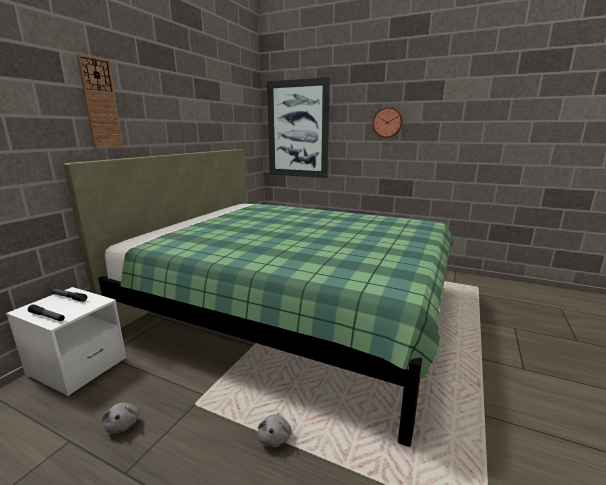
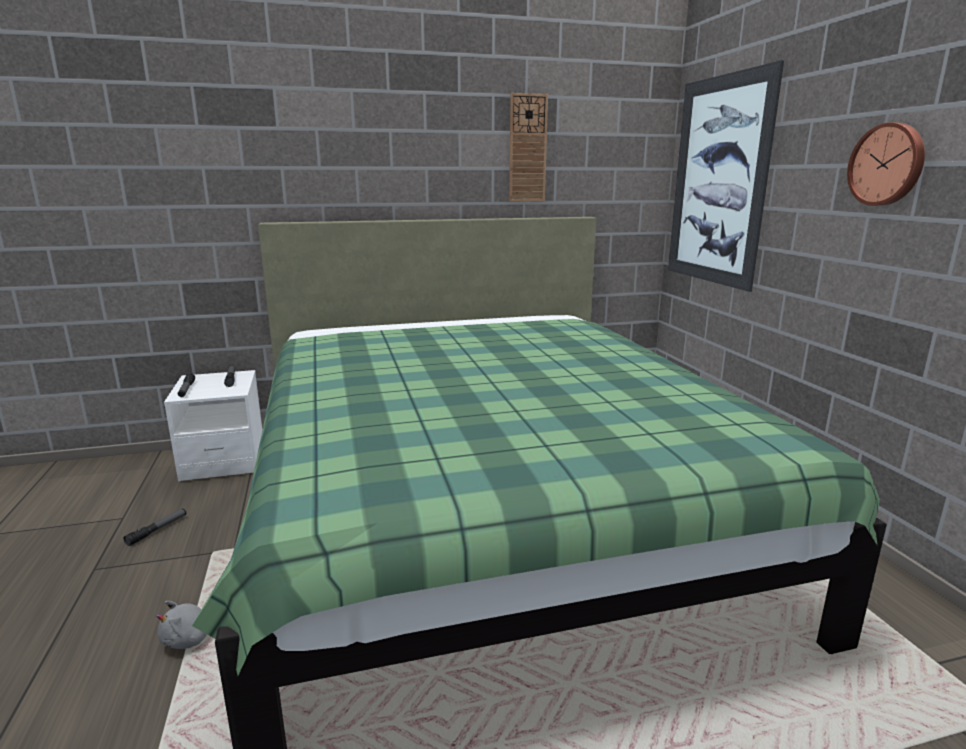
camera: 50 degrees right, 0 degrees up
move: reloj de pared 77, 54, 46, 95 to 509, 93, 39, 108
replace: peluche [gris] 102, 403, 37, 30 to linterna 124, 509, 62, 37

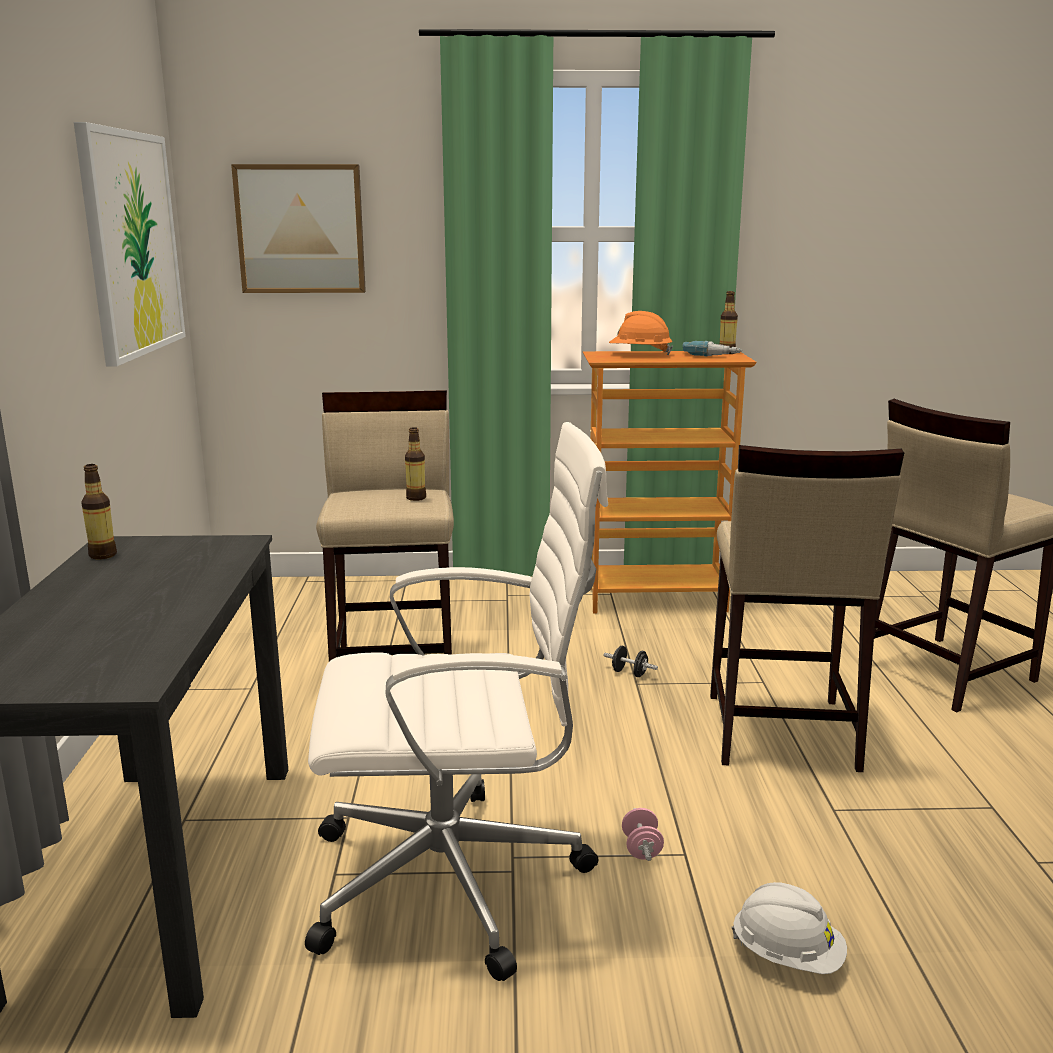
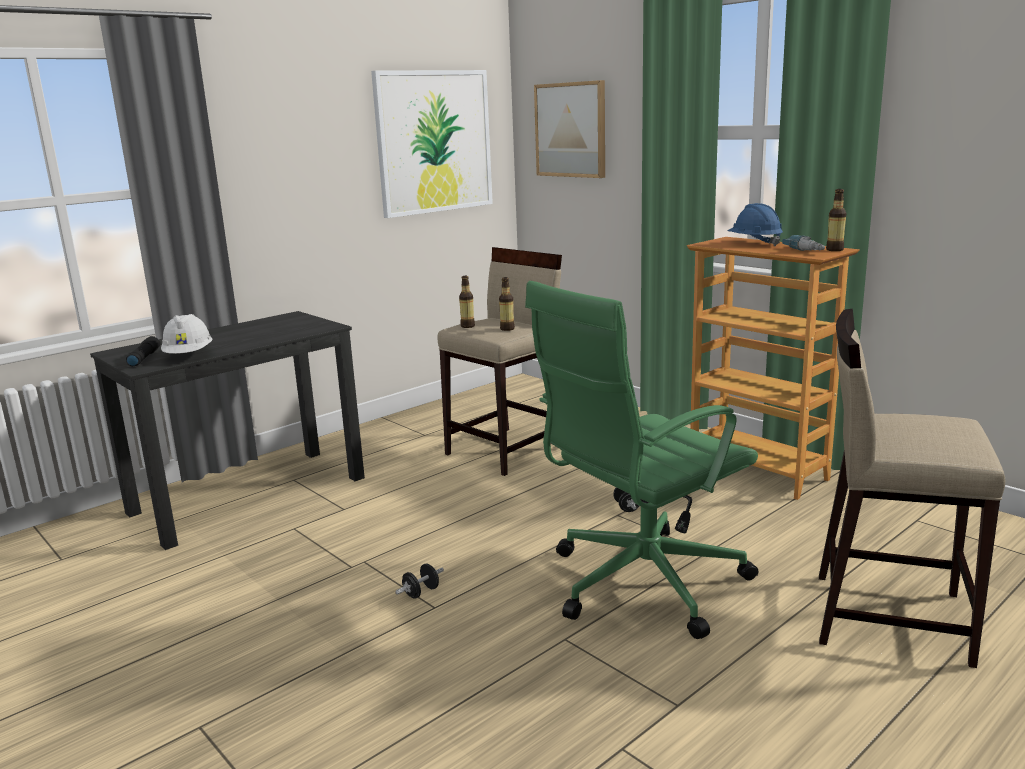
camera: 50 degrees right, 0 degrees up
delete: silla de oficina [blanco] 305, 422, 303, 559
insert: linterna [negro] 126, 336, 35, 30
move: botella 81, 464, 36, 95 to 459, 276, 16, 52; casco [blanco] 731, 882, 116, 92 to 161, 314, 51, 40
replace: taburete [beis] 710, 445, 194, 327 to silla de oficina [verde] 525, 281, 233, 358
recolor: casco [naranja] 609, 311, 64, 44 to casco [azul] 728, 203, 55, 43; mancuerna [rosa] 622, 808, 42, 53 to mancuerna [negro] 395, 564, 49, 35

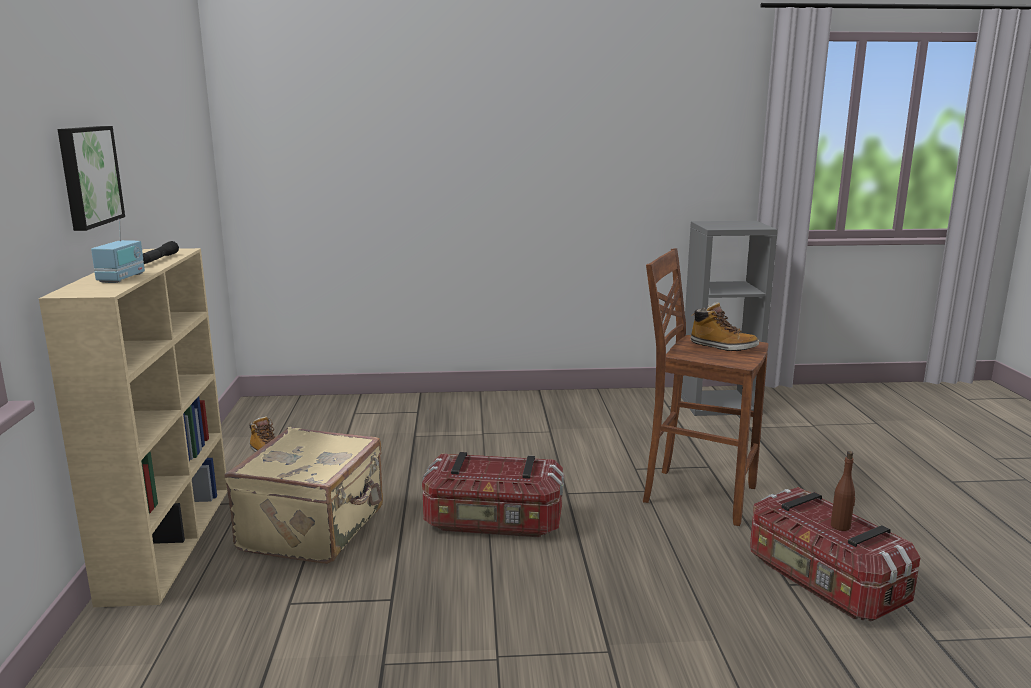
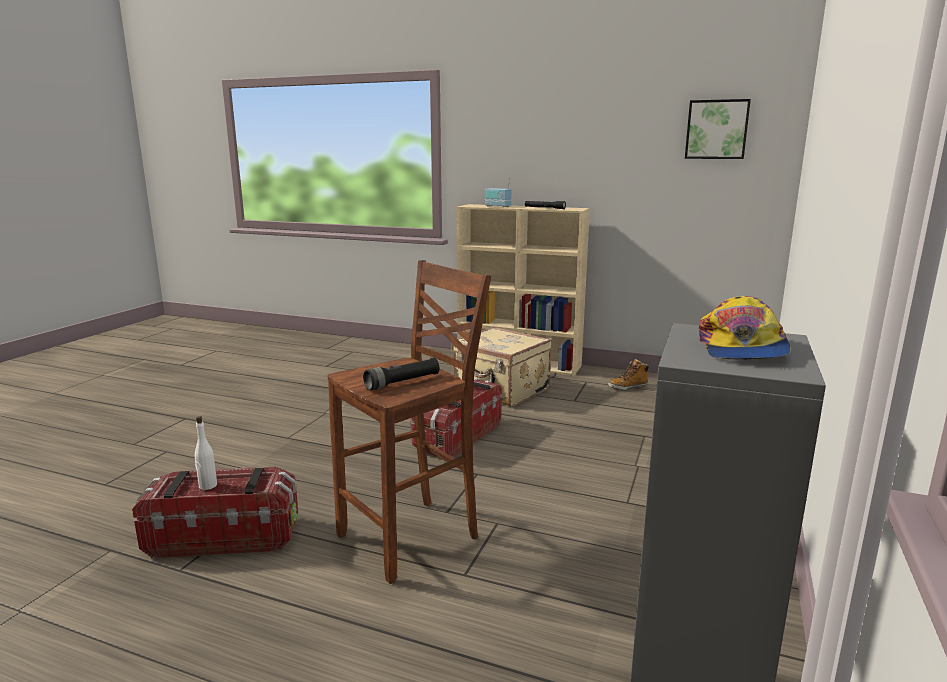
camera: 115 degrees right, 0 degrees up
insert: gorra 699, 296, 92, 64
move: cuadro 58, 126, 67, 105 to 685, 99, 66, 60
replace: bota 690, 302, 69, 49 to linterna [negro] 363, 357, 76, 33
recolor: botella [marrón] 831, 451, 24, 80 to botella [blanco] 195, 416, 22, 74

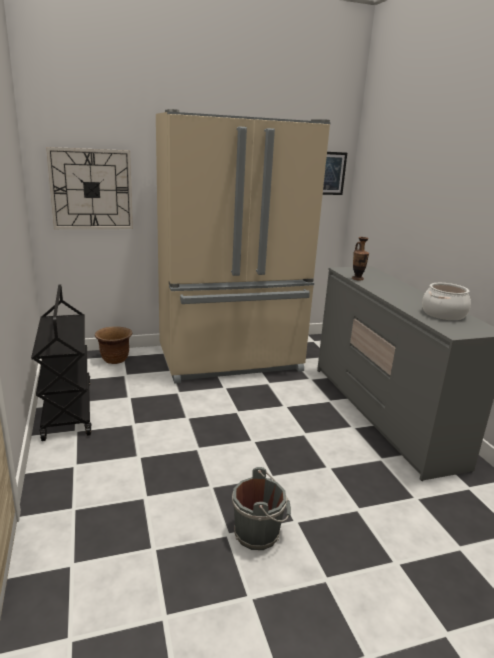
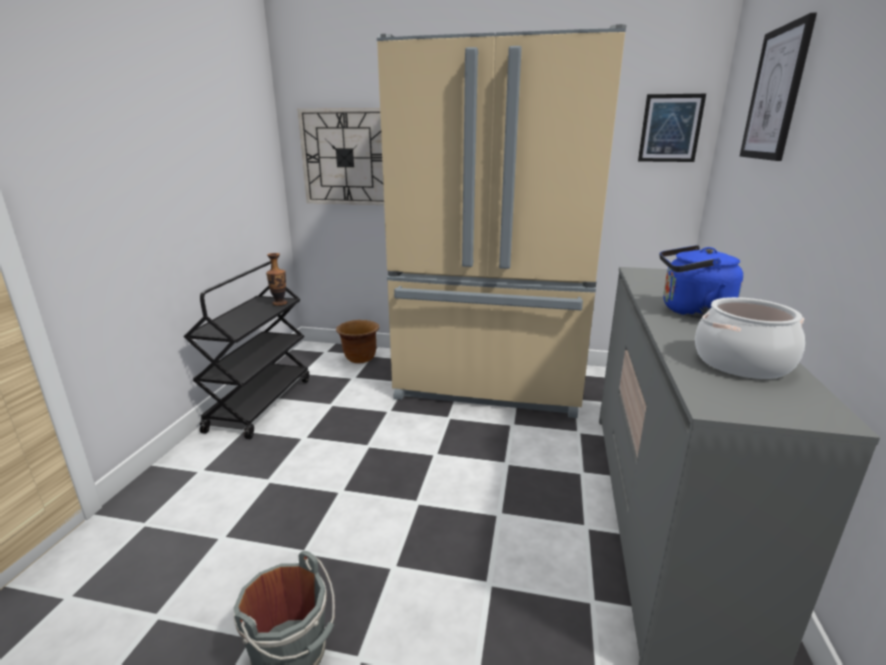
camera: 30 degrees right, 0 degrees up
insert: cuadro 740, 12, 77, 149; hervidor [azul] 660, 245, 83, 73
move: florero 352, 237, 17, 43 to 266, 253, 21, 52

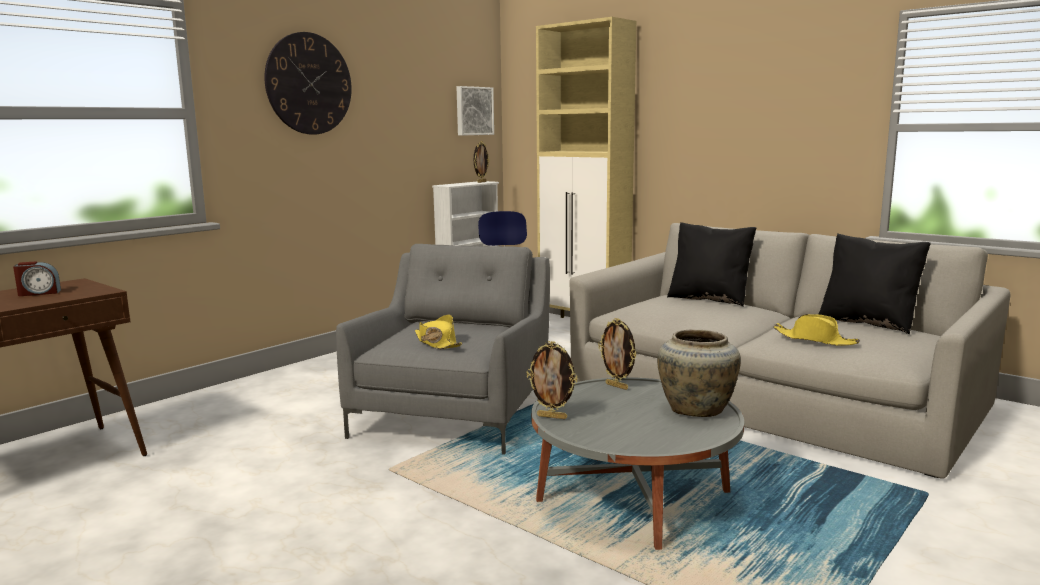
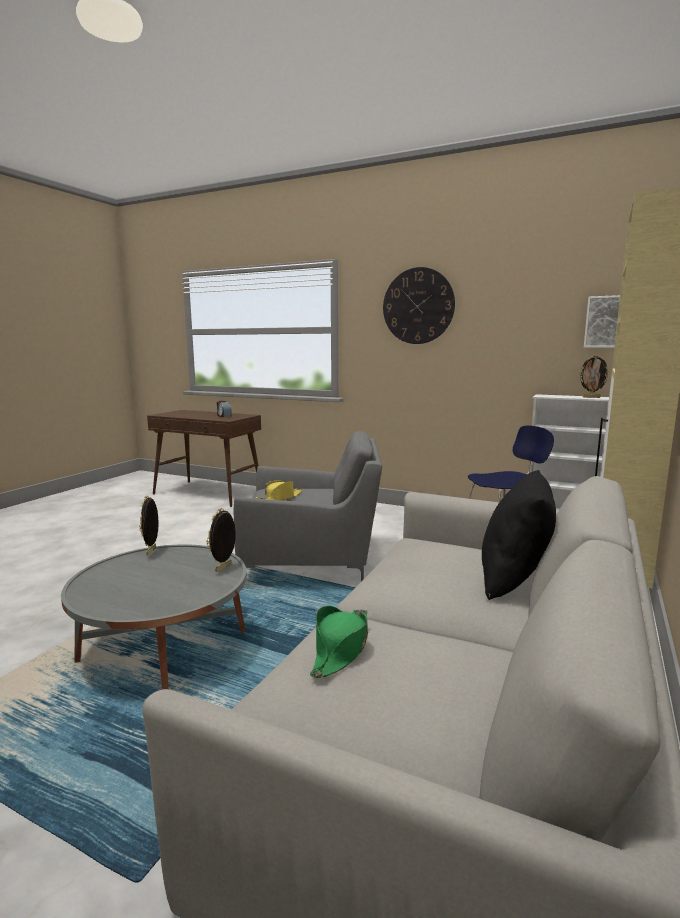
camera: 75 degrees right, 0 degrees up
delete: cojín [negro] 818, 233, 113, 101; florero [beis] 657, 330, 84, 87
recolor: sombrero [amarillo] 774, 314, 86, 32 to sombrero [verde] 310, 606, 58, 72

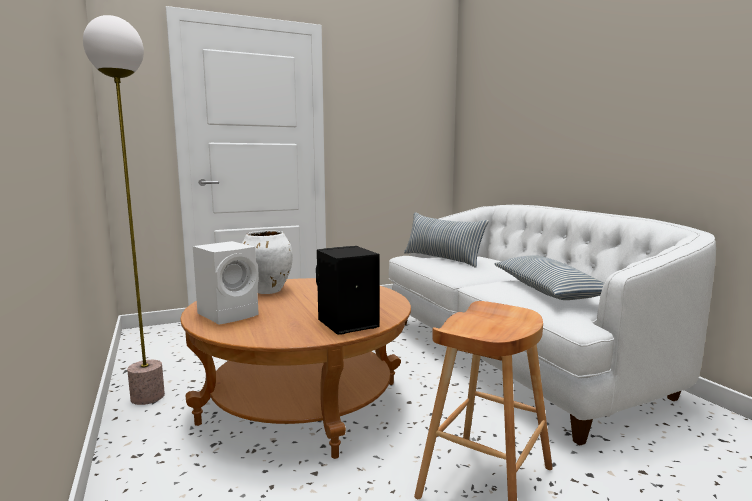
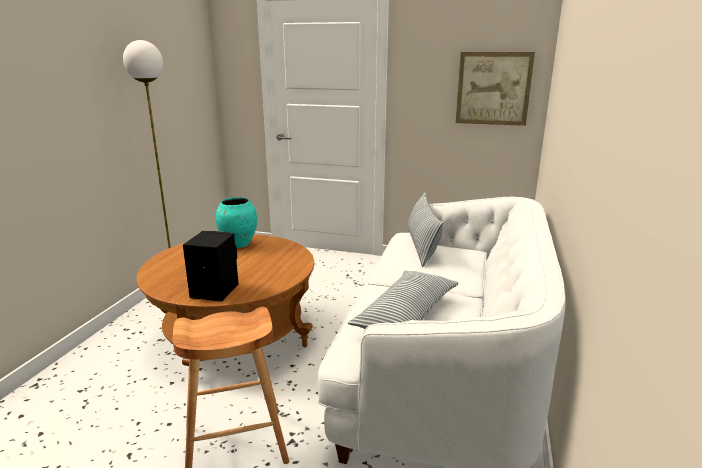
camera: 40 degrees right, 10 degrees up
delete: altavoz [blanco] 193, 241, 66, 84
insert: cuadro 456, 52, 79, 74
recolor: florero [blanco] 242, 230, 51, 64 to florero [turquesa] 216, 197, 41, 51

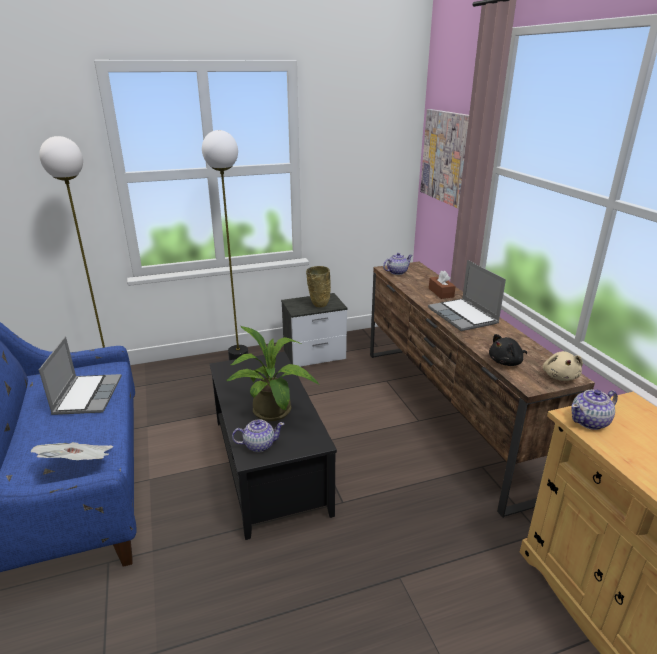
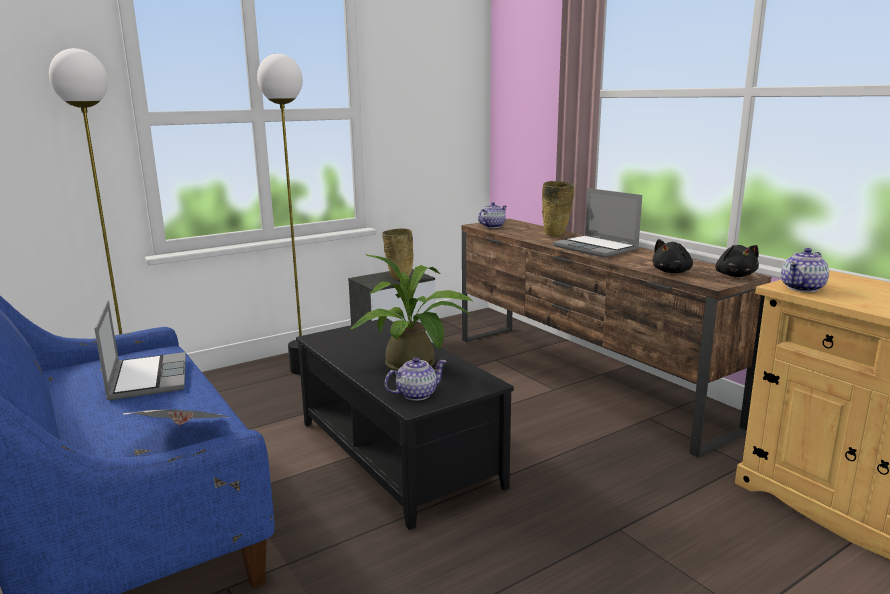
camera: 15 degrees left, 10 degrees down
delete: cuadro 420, 109, 49, 100
replace: caja de pañuelos [marrón] 429, 270, 27, 29 to florero [beis] 542, 181, 33, 56
recolor: peluche [beis] 543, 351, 40, 30 to peluche [negro] 715, 245, 44, 32

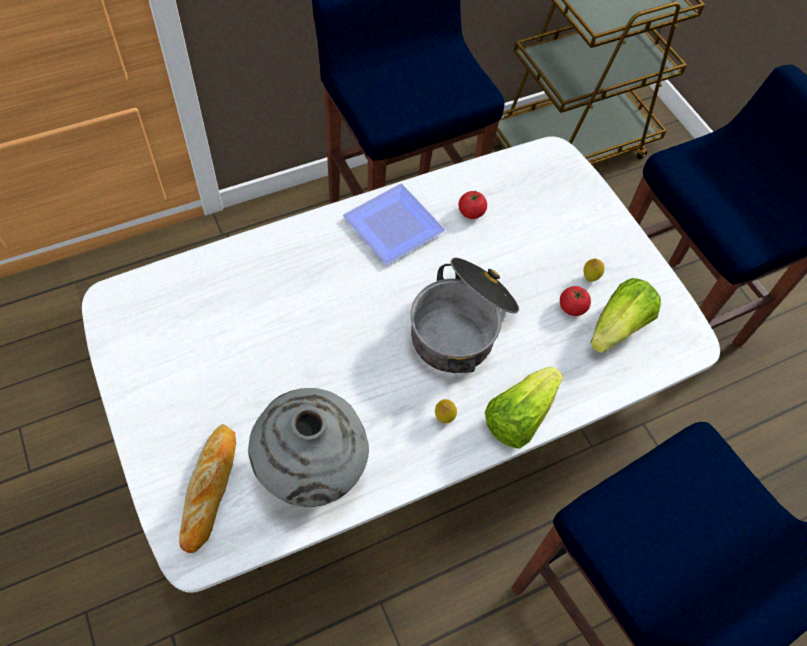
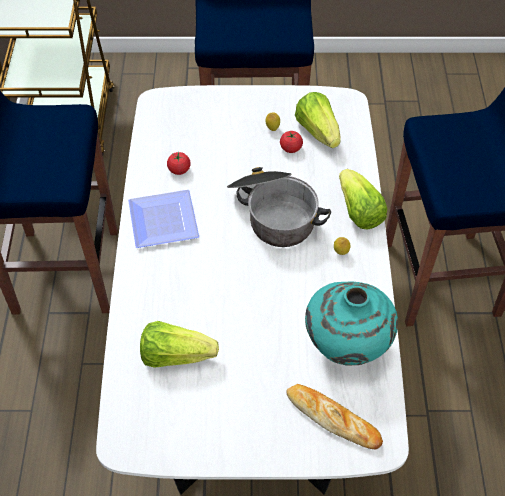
camera: 60 degrees left, 5 degrees down
insert: lechuga 140, 321, 79, 47
recolor: florero [gris] 248, 388, 121, 119 to florero [turquesa] 305, 282, 93, 84

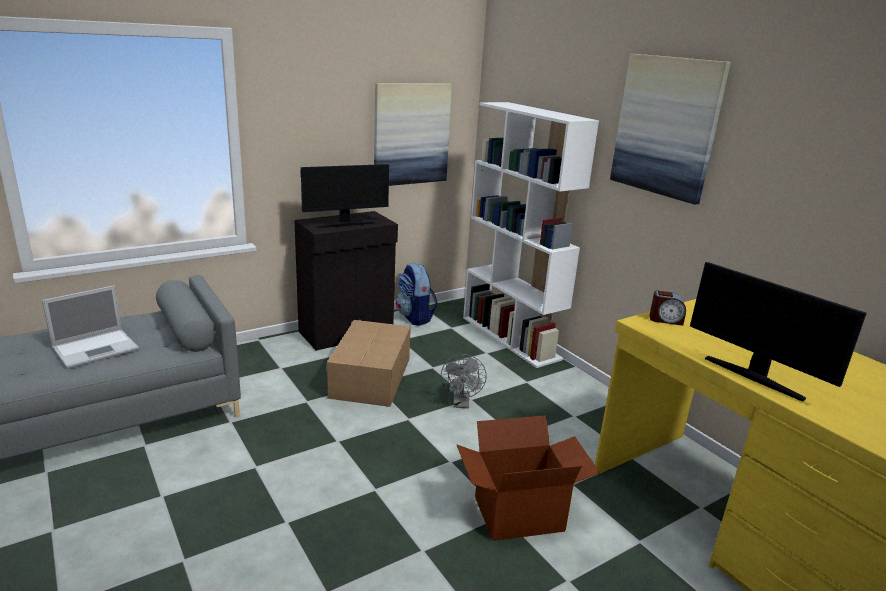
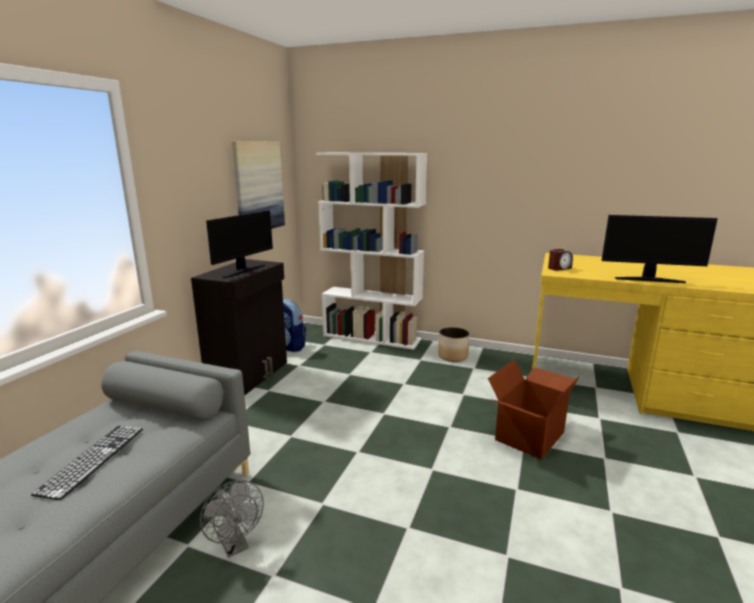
camera: 35 degrees left, 5 degrees down
delete: cuadro 610, 54, 121, 151; caja de cartón 327, 320, 84, 87
insert: maceta 438, 327, 31, 35
move: ventilador [gris] 441, 354, 46, 54 to 200, 480, 64, 78
replace: portátil 42, 285, 97, 84 to teclado 31, 426, 112, 74

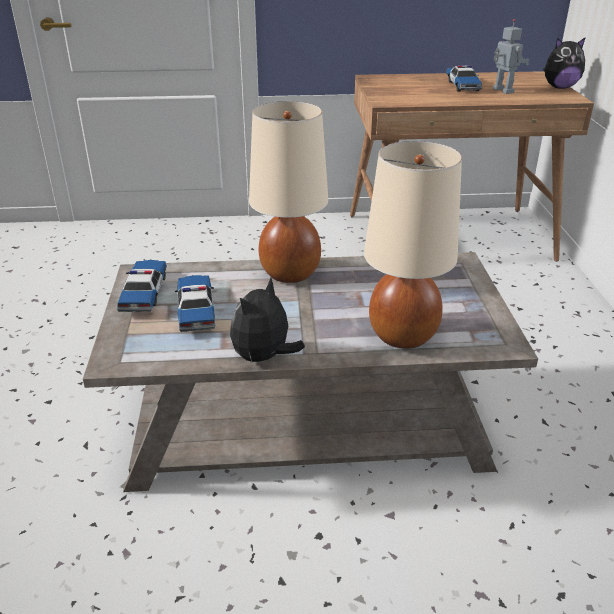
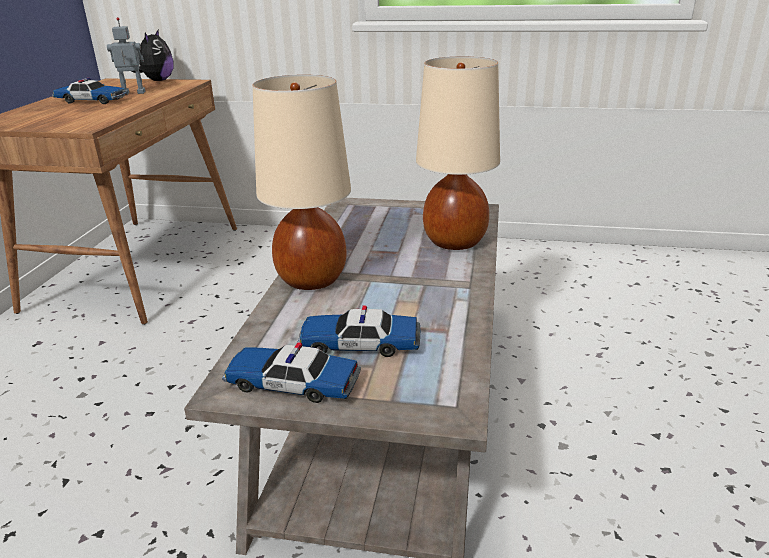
camera: 75 degrees left, 5 degrees down
delete: peluche 230, 278, 75, 84

